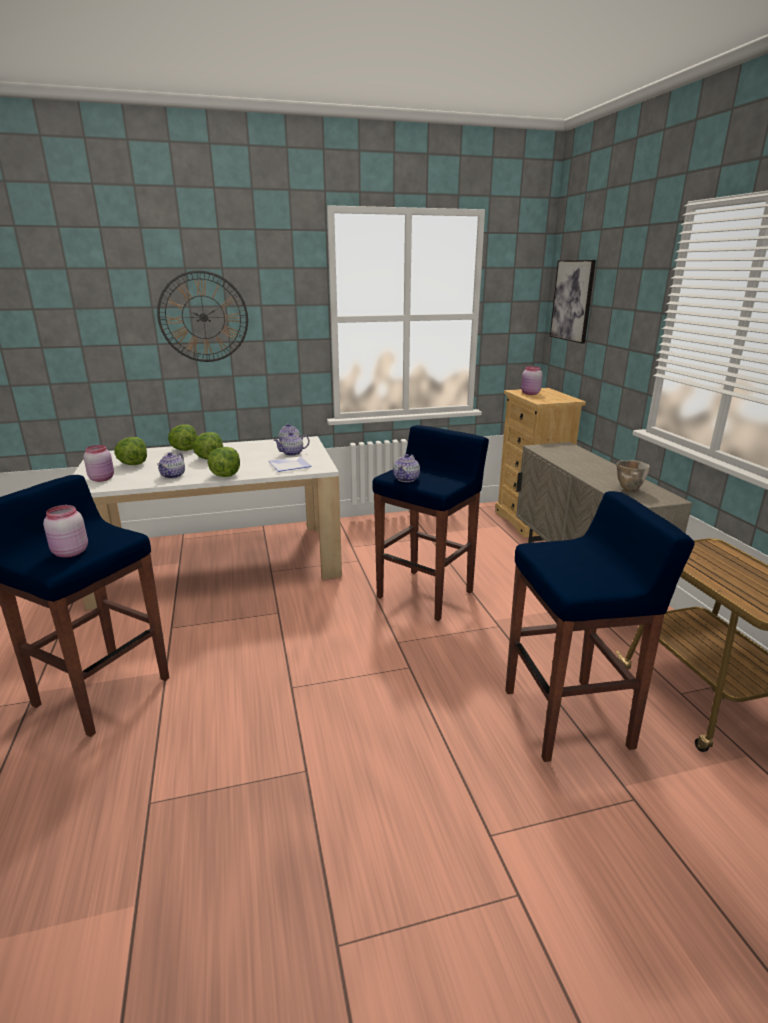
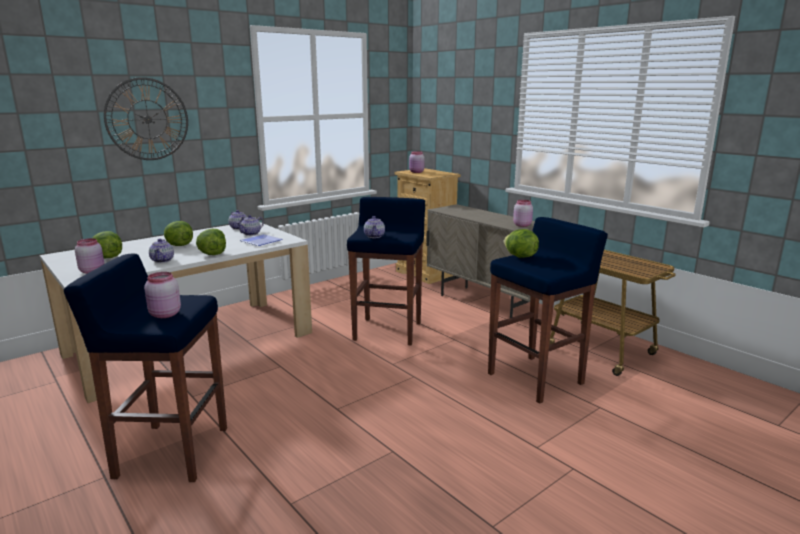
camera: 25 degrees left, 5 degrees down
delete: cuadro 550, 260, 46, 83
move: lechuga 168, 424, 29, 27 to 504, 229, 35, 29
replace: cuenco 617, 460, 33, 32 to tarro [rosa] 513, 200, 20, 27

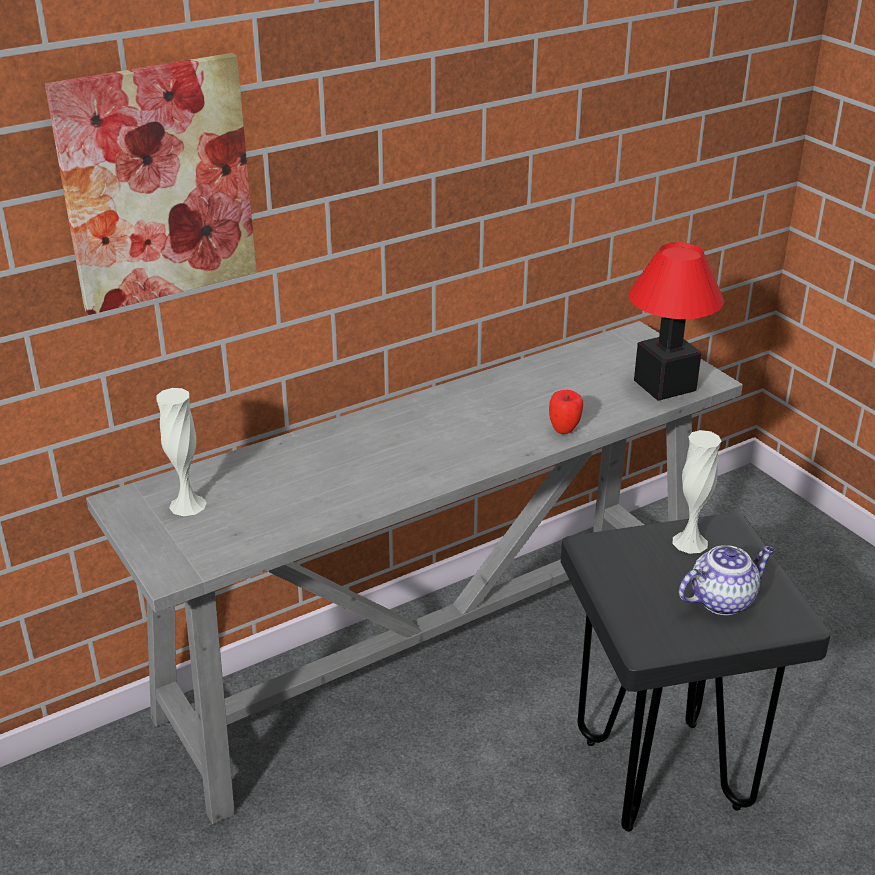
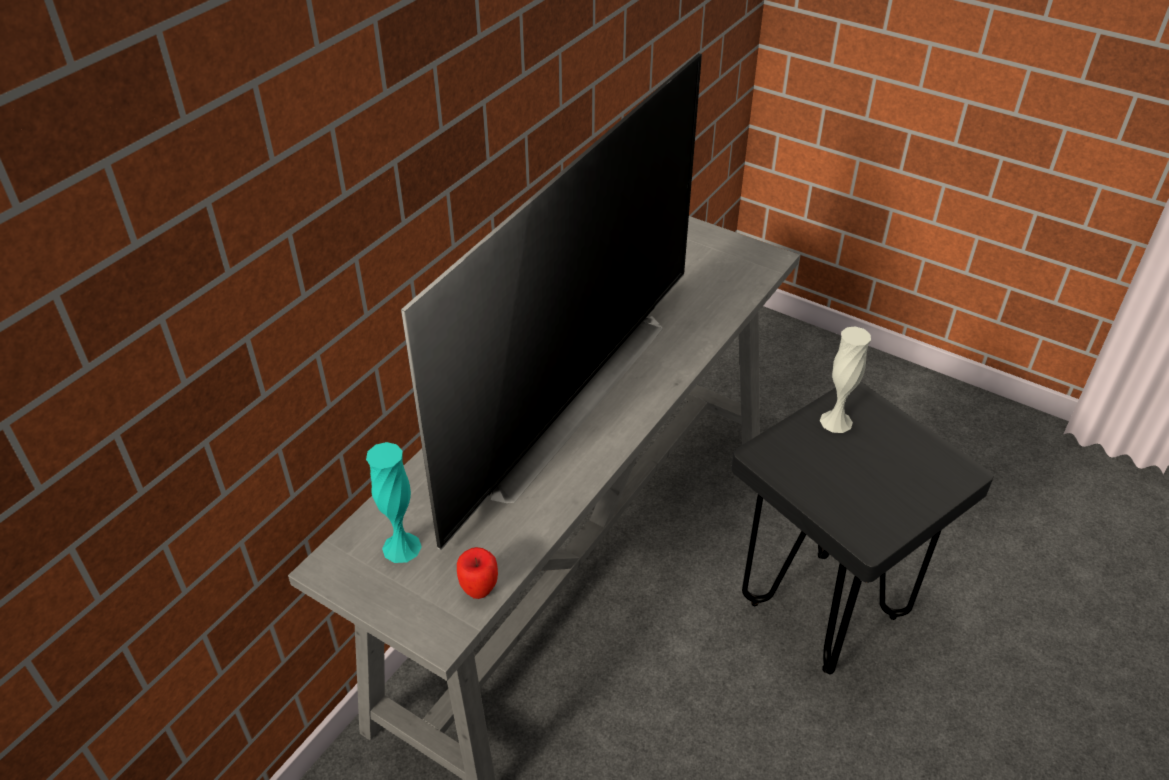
camera: 25 degrees left, 10 degrees up
delete: cuadro 45, 53, 212, 262; lámpara de mesa 629, 242, 95, 159; tetera 679, 545, 96, 70
insert: televisor 401, 53, 301, 497
move: manzana 549, 390, 34, 44 to 457, 547, 41, 52
recolor: florero [blanco] 156, 388, 51, 128 to florero [turquesa] 366, 442, 56, 121

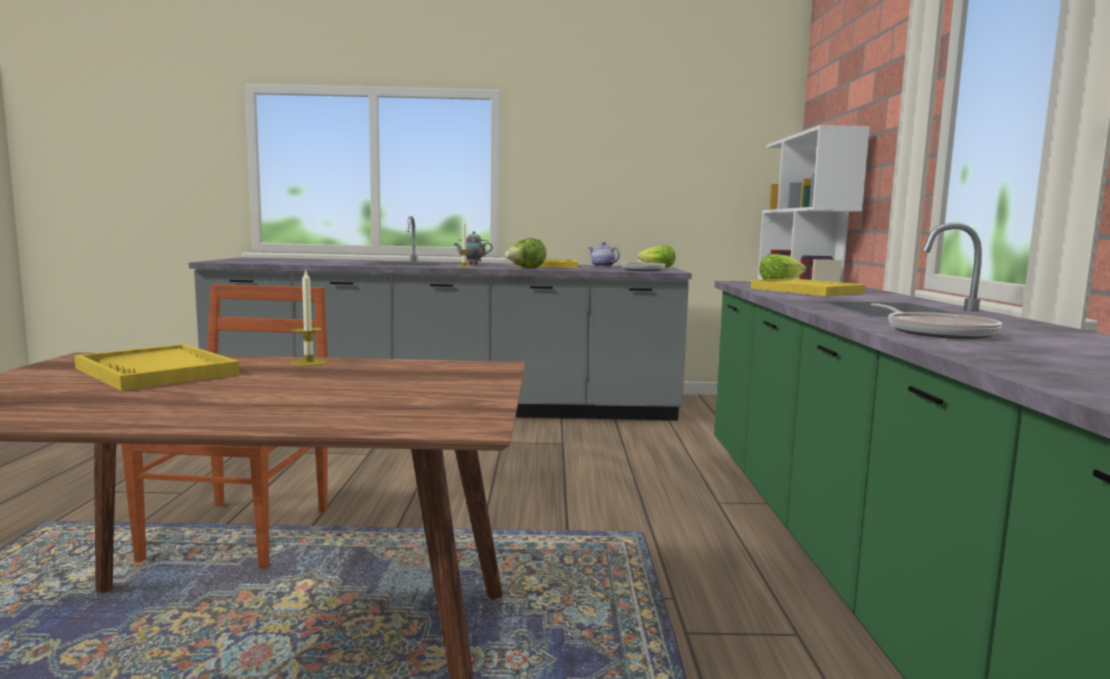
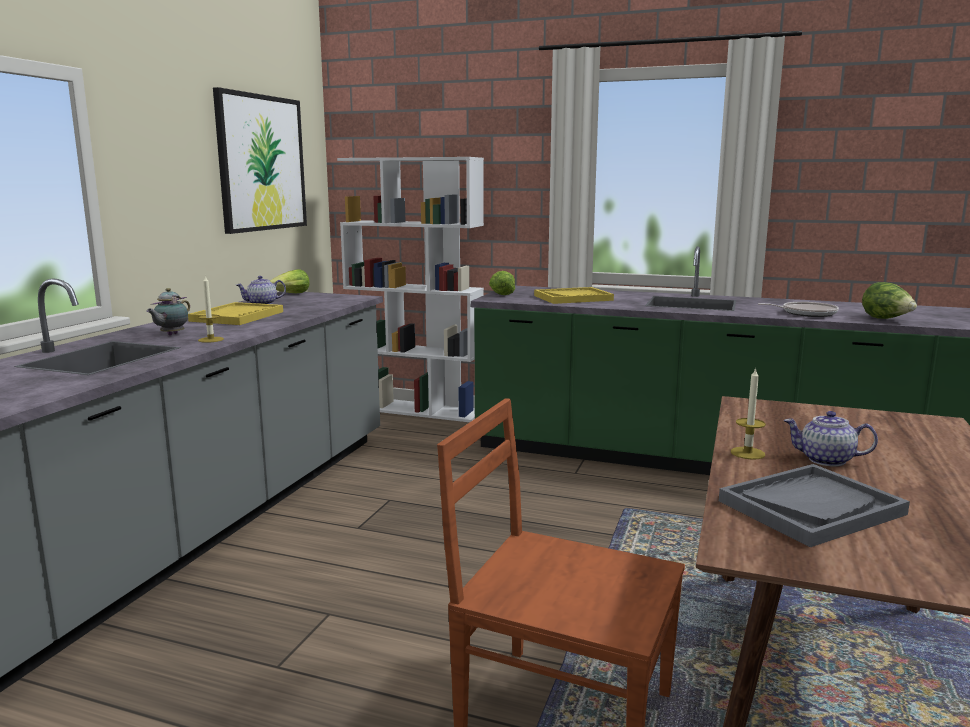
camera: 70 degrees left, 5 degrees up
delete: sartén 622, 260, 43, 11
insert: cuadro 213, 87, 94, 147; tetera 784, 411, 94, 56
move: lechuga 505, 238, 42, 31 to 862, 282, 55, 37
recolor: bandeja [amarillo] 74, 344, 166, 47 to bandeja [gris] 719, 464, 191, 83

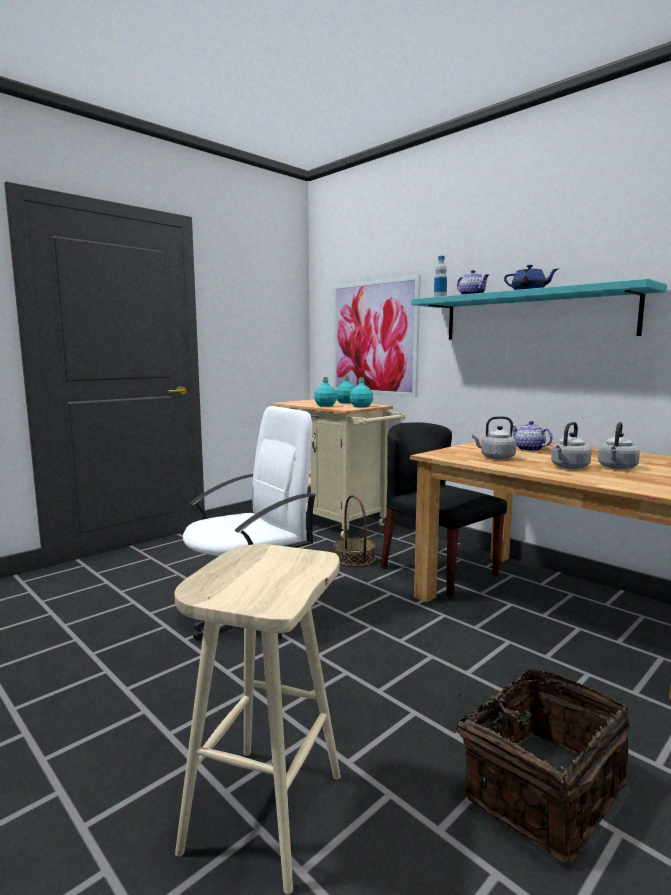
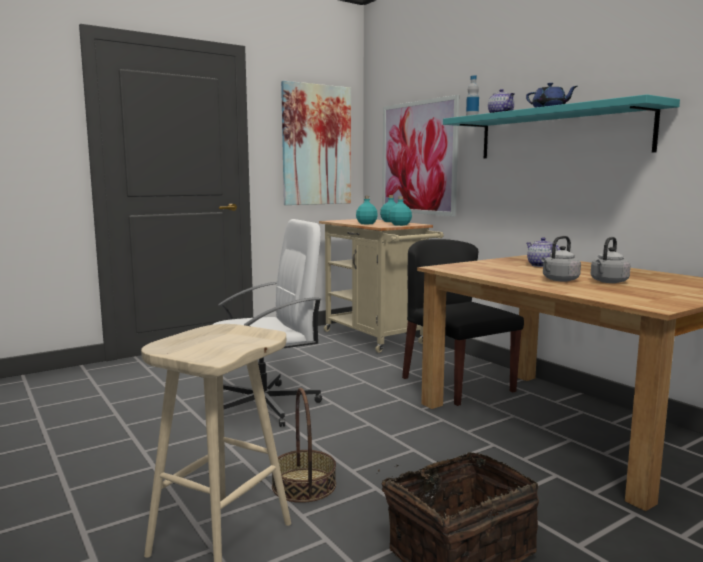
camera: 10 degrees right, 0 degrees up
delete: hervidor [gris] 472, 416, 45, 43
insert: cuadro 281, 81, 70, 124
move: cesta 334, 495, 42, 72 to 272, 388, 64, 115

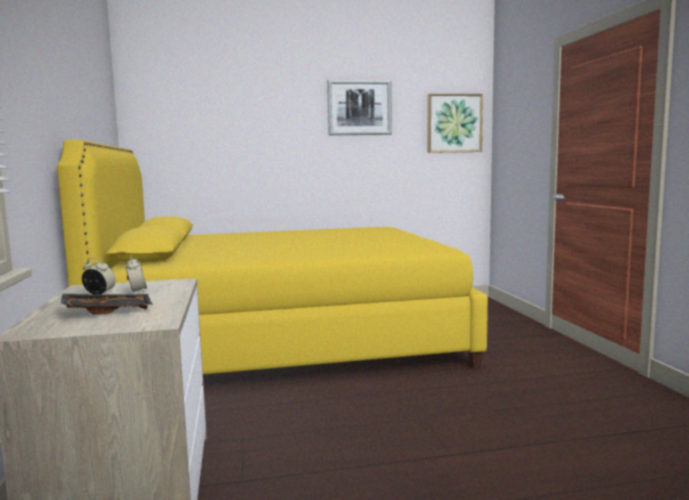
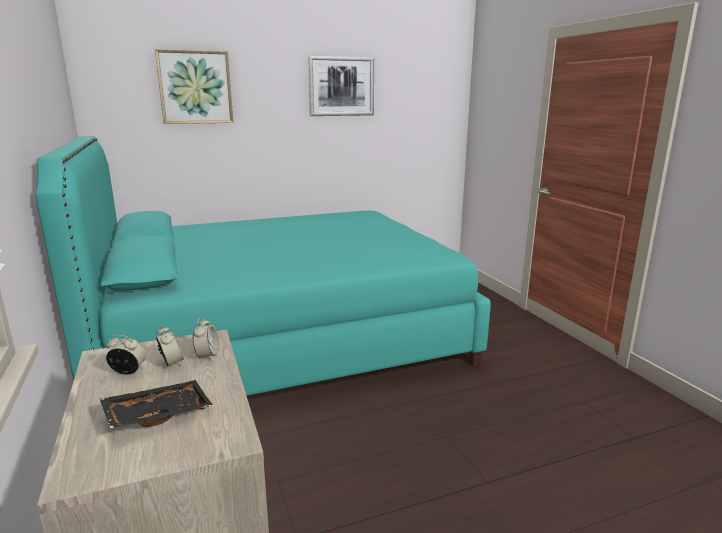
camera: 10 degrees left, 10 degrees up
insert: despertador 193, 317, 26, 43
move: cuadro 428, 94, 55, 59 to 155, 49, 78, 75
recolor: cama [amarillo] 57, 140, 431, 235 to cama [turquesa] 35, 136, 456, 260

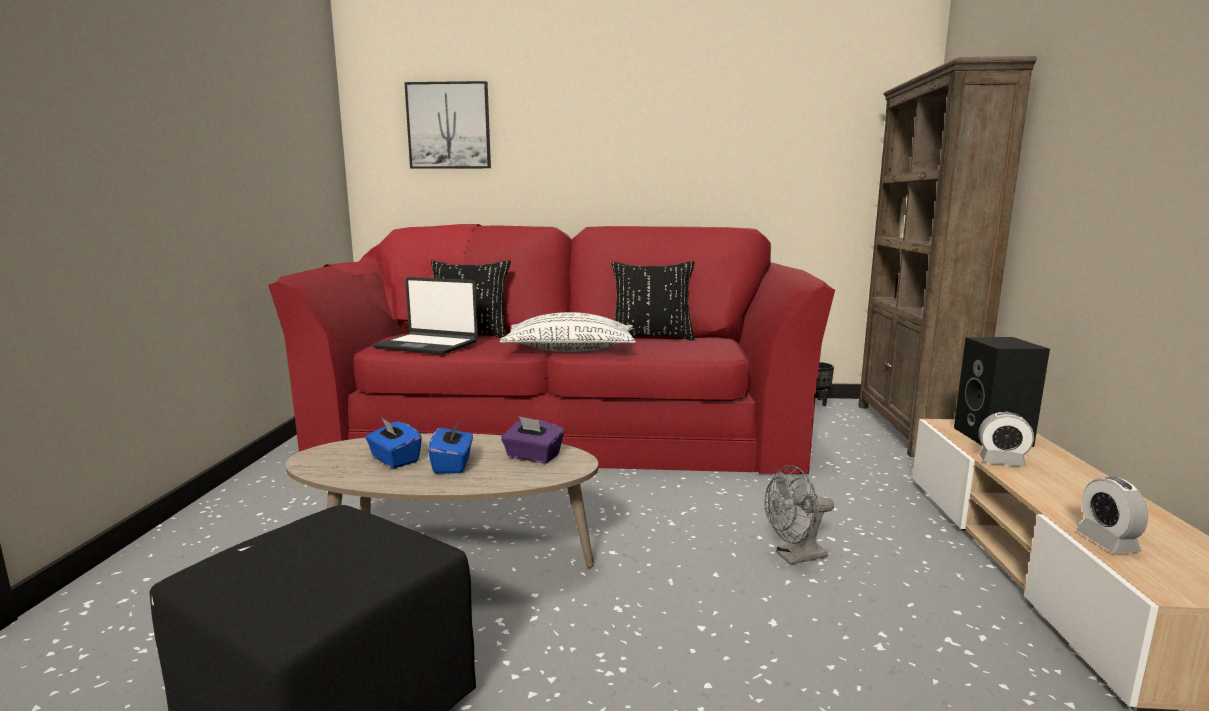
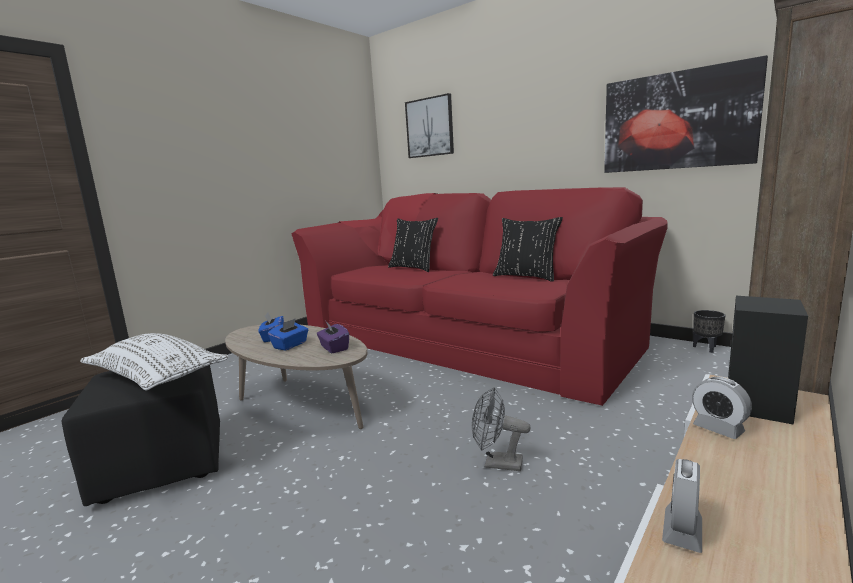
camera: 35 degrees right, 0 degrees up
delete: portátil 373, 277, 105, 77
insert: cuadro 604, 55, 164, 118
move: cojín [blanco] 500, 312, 136, 40 to 80, 333, 149, 57

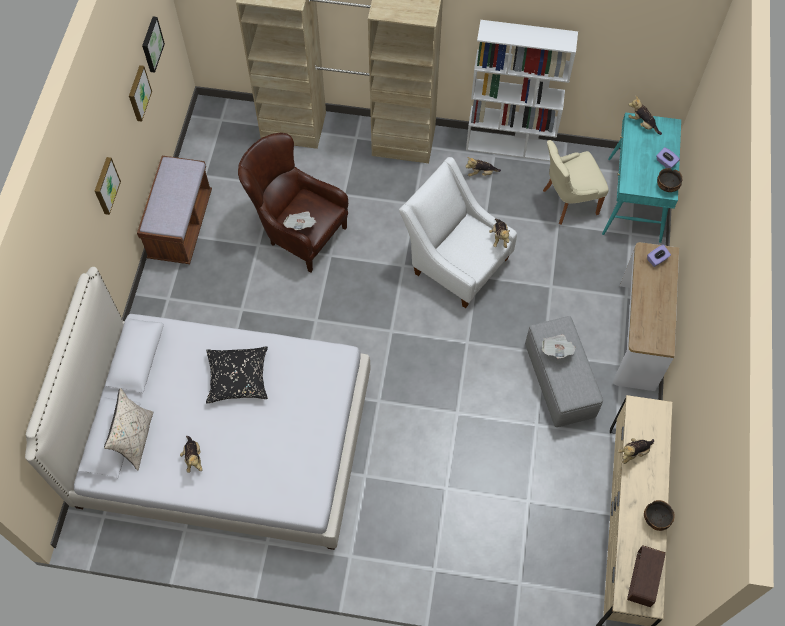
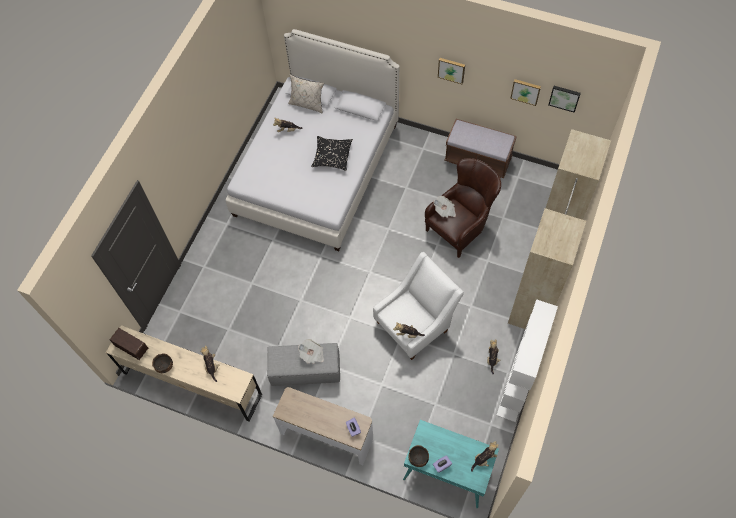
camera: 105 degrees right, 0 degrees up
delete: silla [beis] 543, 140, 66, 85

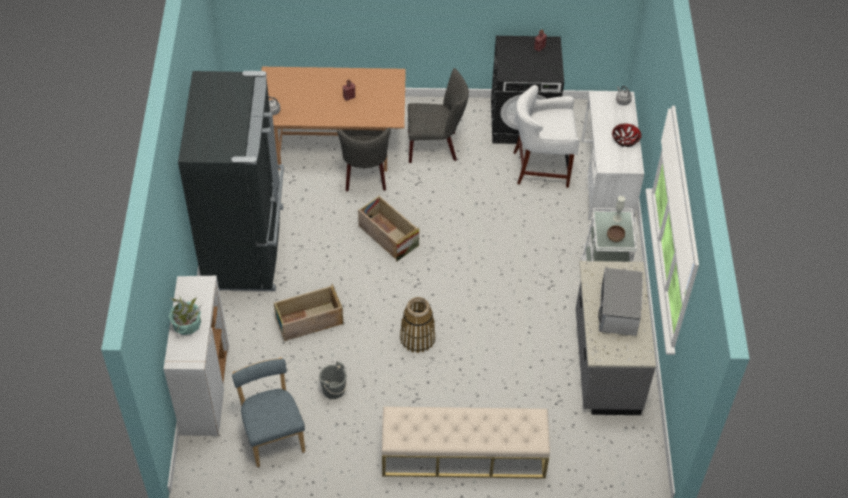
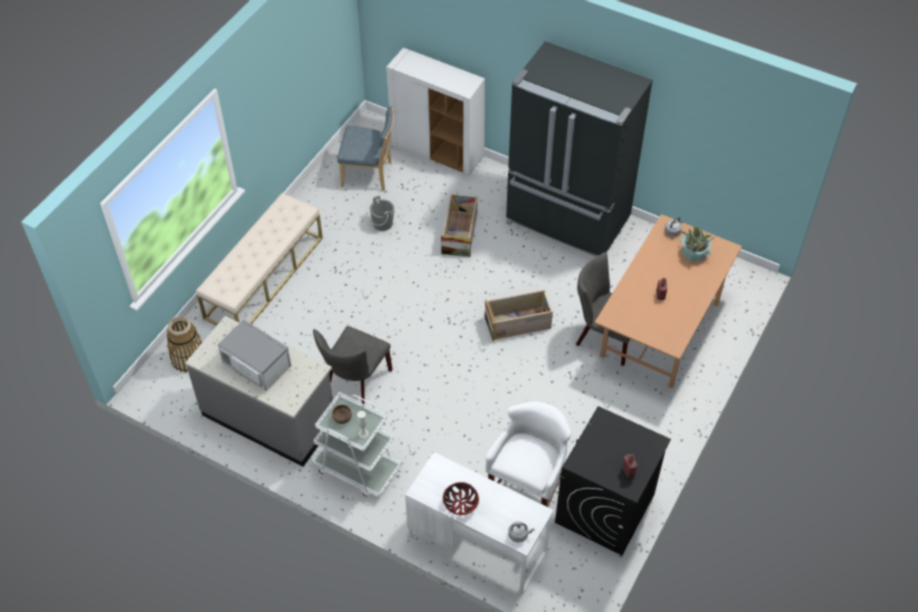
camera: 120 degrees right, 0 degrees up
move: silla [gris] 408, 68, 61, 95 to 313, 326, 80, 81; planta en maceta 169, 297, 33, 38 to 680, 227, 36, 34; cesta 400, 297, 36, 56 to 167, 316, 35, 57

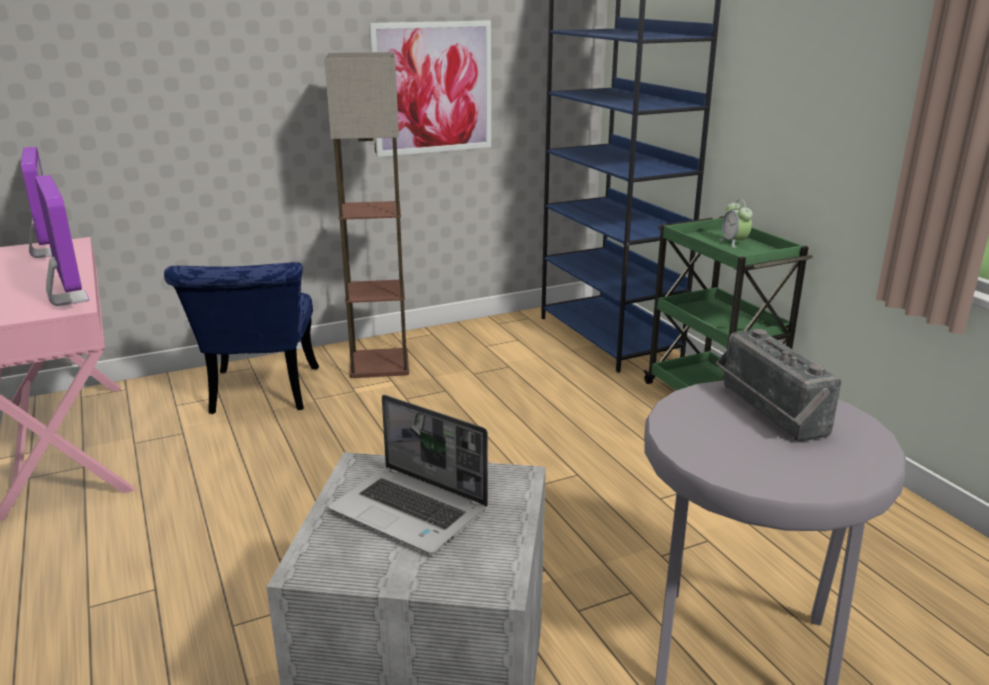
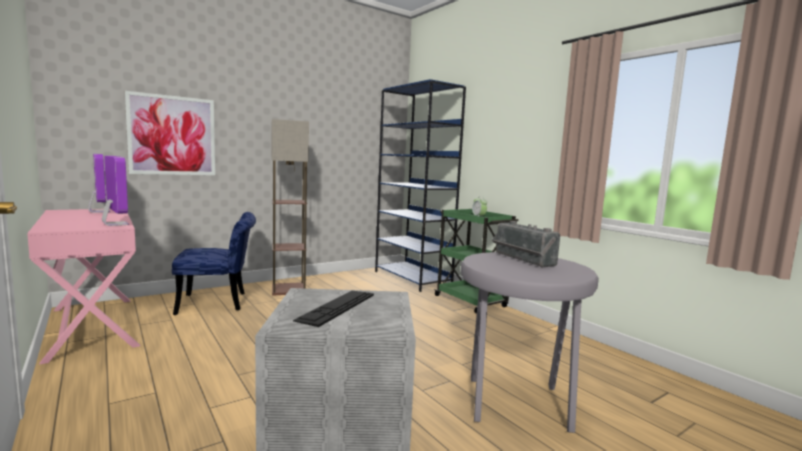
camera: 10 degrees left, 15 degrees down
move: cuadro 369, 20, 122, 137 to 125, 91, 90, 84
replace: portátil 328, 395, 160, 159 to teclado 293, 291, 81, 36
rotate: silla [azul] 164, 262, 155, 152 = 172, 212, 84, 103 90 degrees counterclockwise

